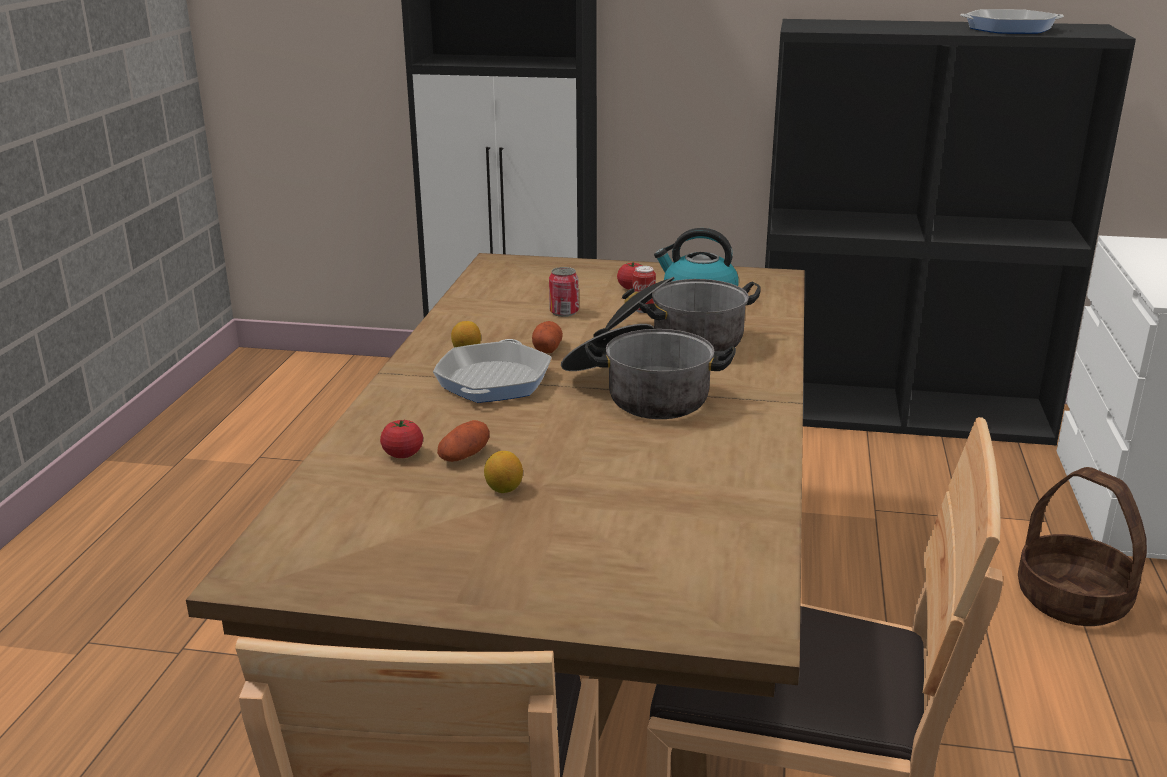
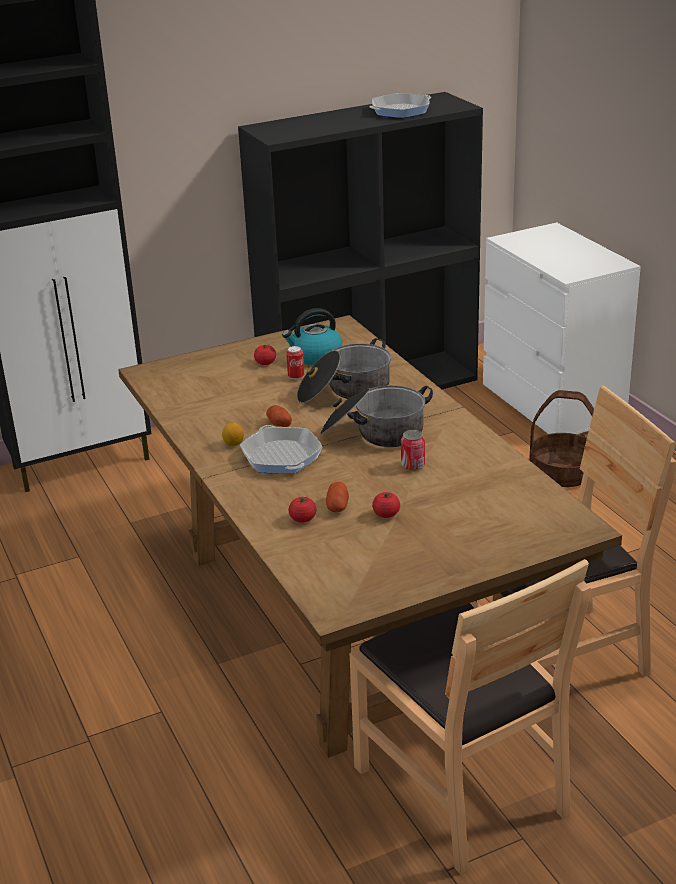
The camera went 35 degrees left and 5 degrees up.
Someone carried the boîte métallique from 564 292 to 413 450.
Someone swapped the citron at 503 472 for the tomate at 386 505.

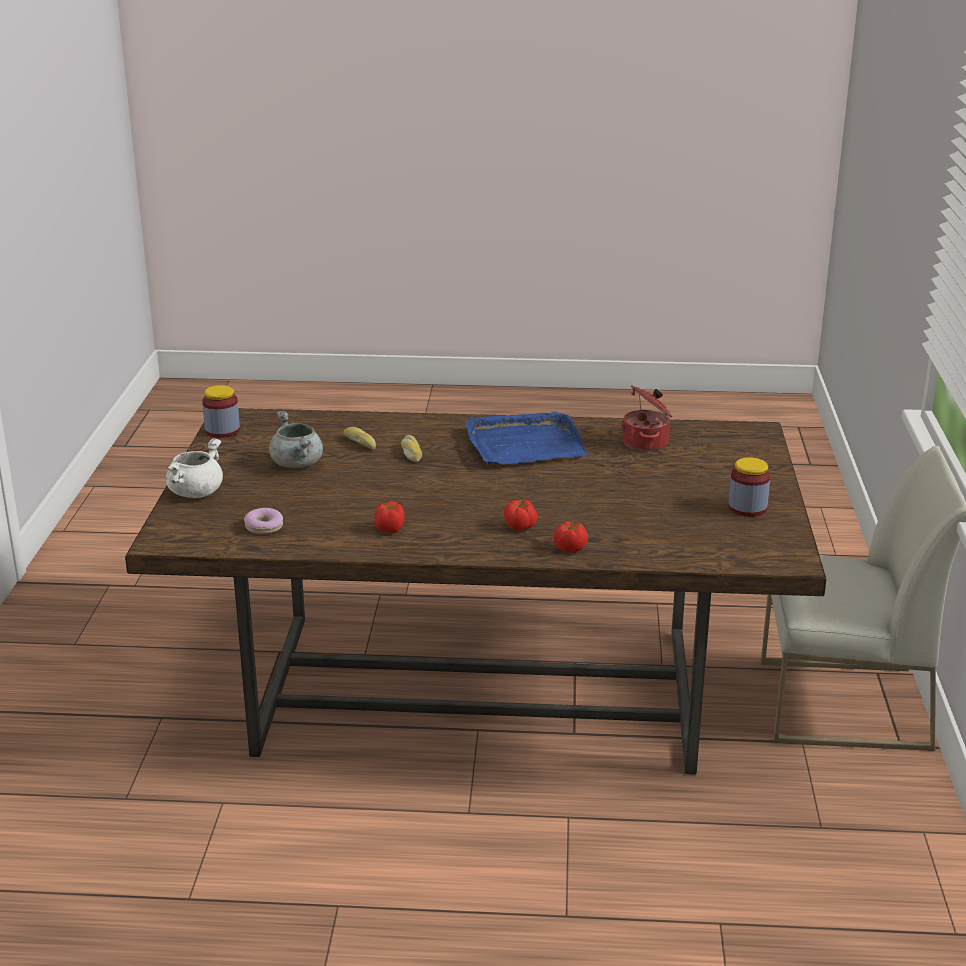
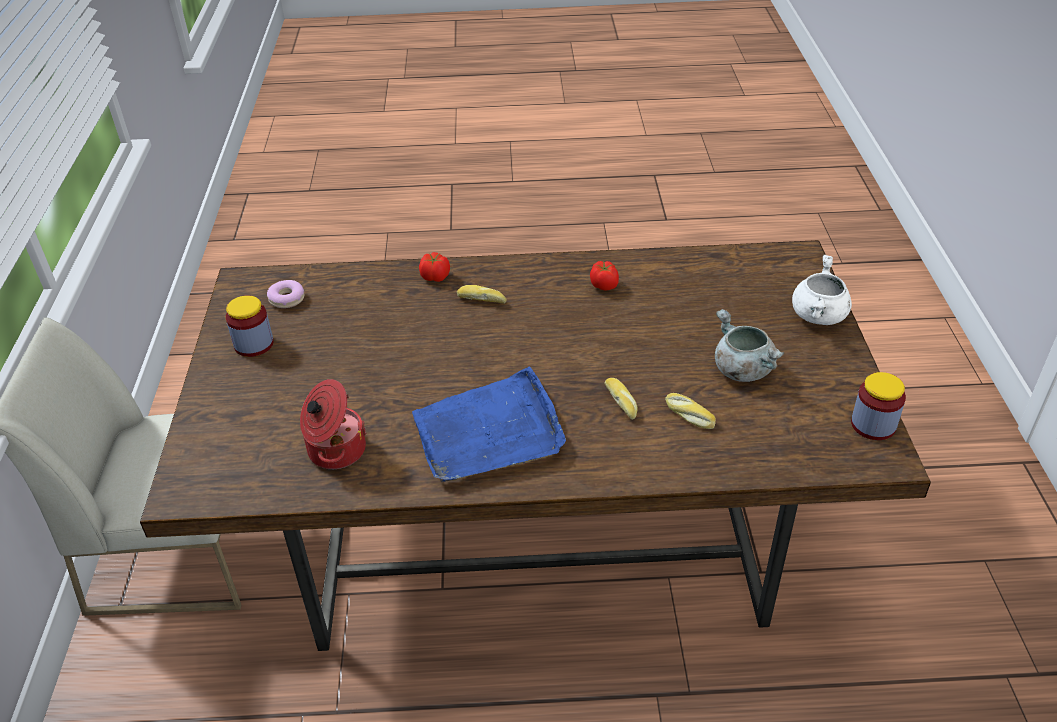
The camera went 175 degrees right and 15 degrees up.
Someone swapped the tomate at 520 515 for the pain at 482 294.
Someone carried the beignet from 263 521 to 285 294.

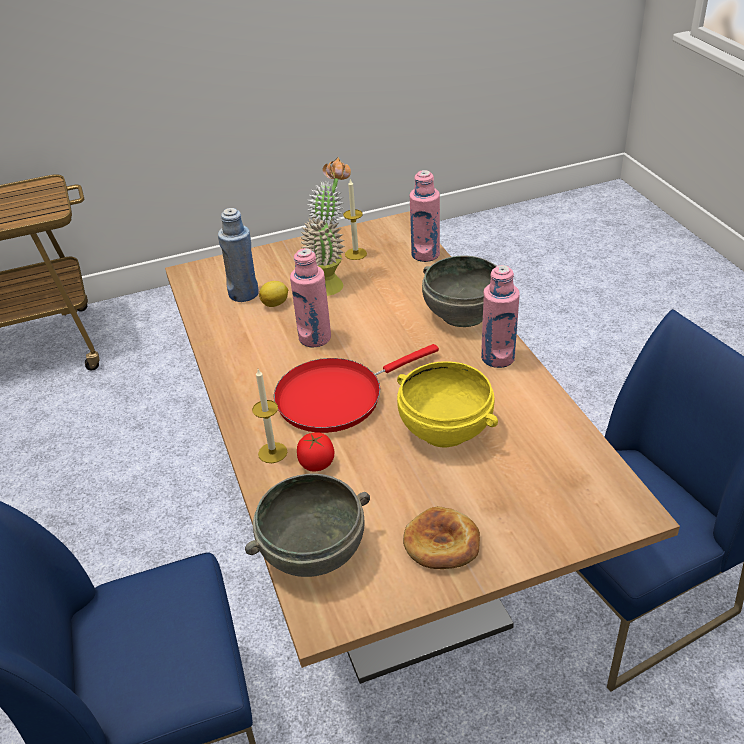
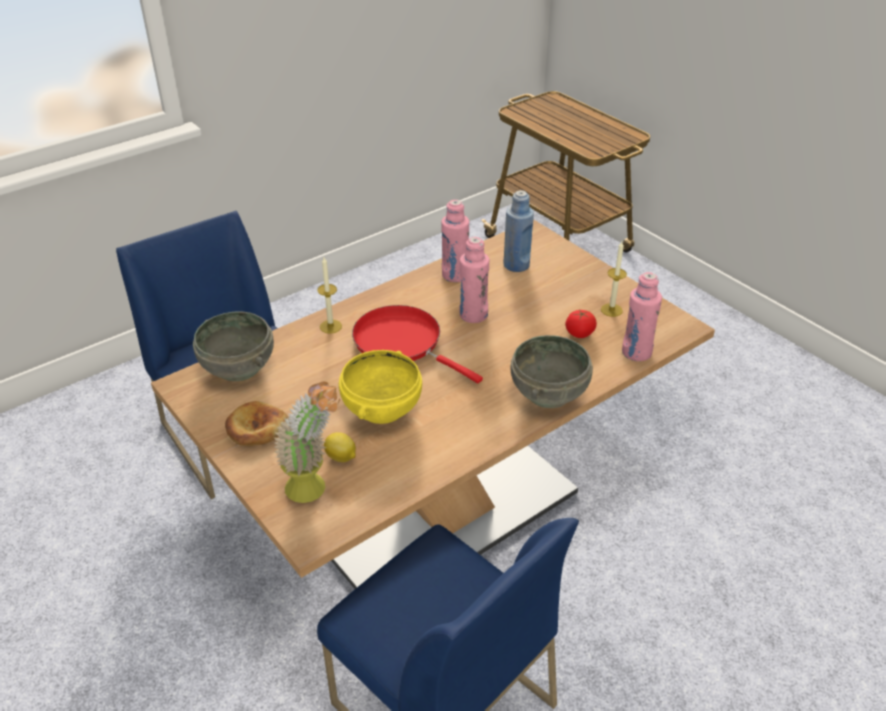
The camera went 70 degrees right and 0 degrees up.
Someone carried the plante en pot from 326 226 to 306 442.
Someone carried the bouteille/rose from 500 316 to 455 241.
Someone carried the citron from 273 294 to 340 447.
Someone carried the tomate from 316 451 to 581 324.

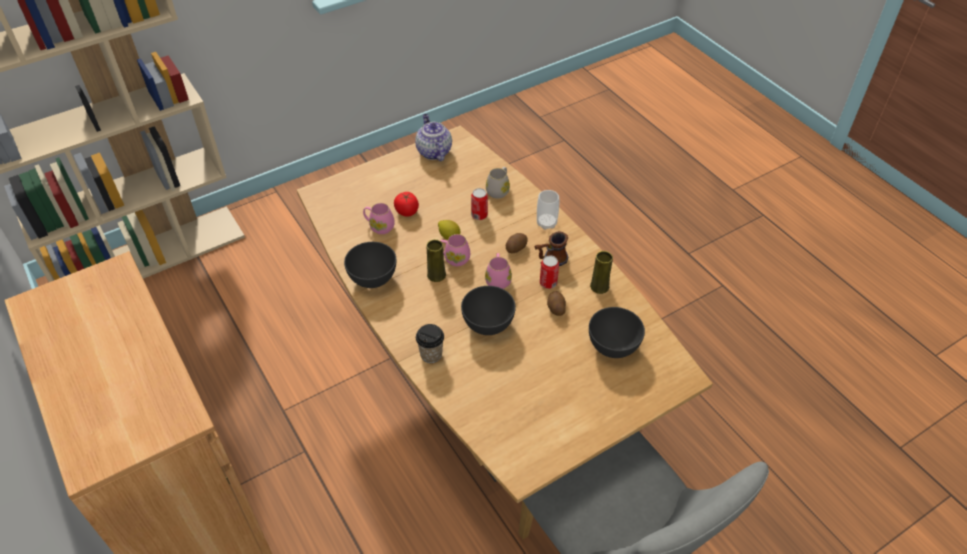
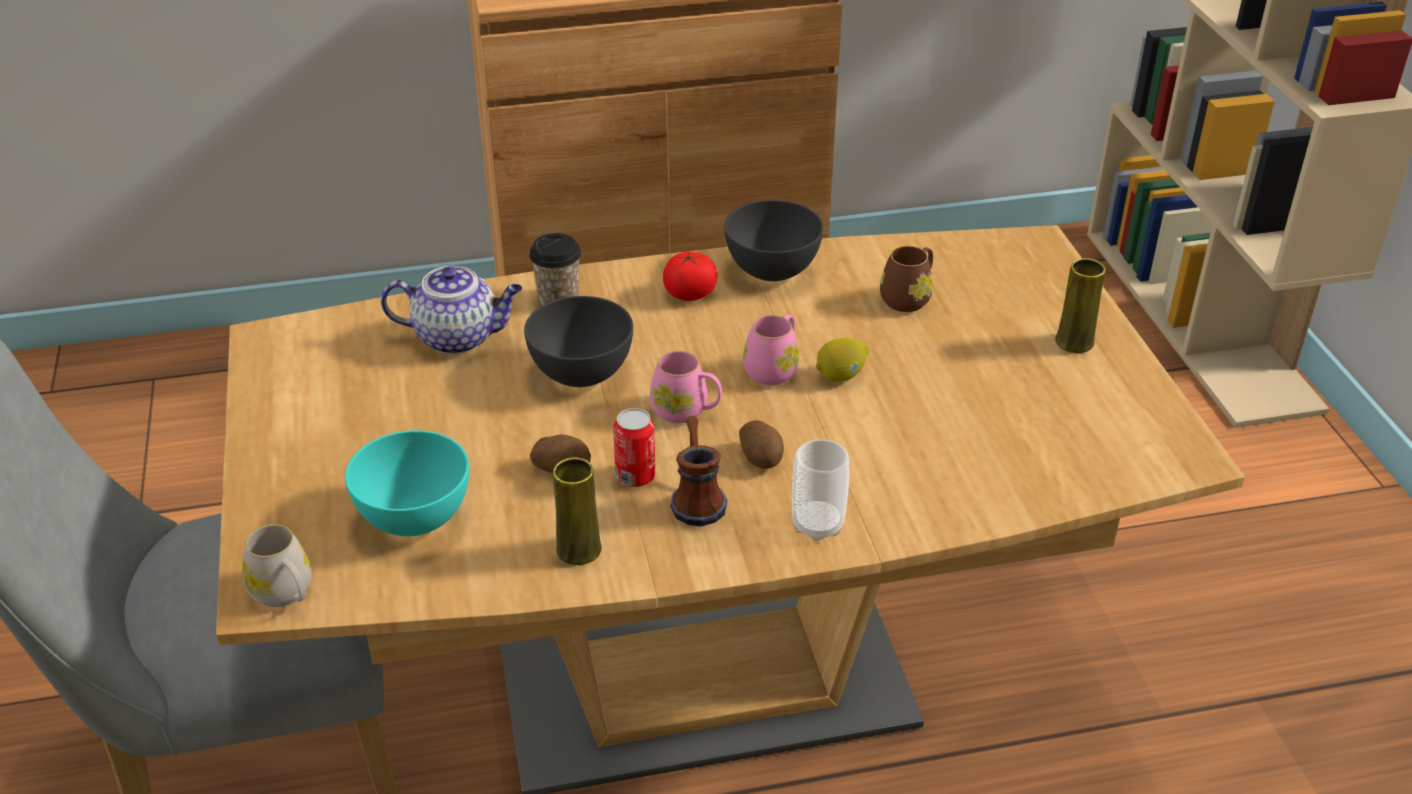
The camera went 110 degrees right and 10 degrees down.
Someone carried the théière from 433 137 to 451 310.
Someone carried the mug/blanc from 498 183 to 277 565.
Someone took away the boîte métallique at 479 204.
Someone carried the tomate from 406 204 to 690 276.
Someone repainted the mug/rose at 378 218, which became the mug/marron at 906 279.
Someone carried the vase/jaune from 436 260 to 1080 305.
Someone repainted the bol/gris at 617 332, which became the bol/turquoise at 407 483.

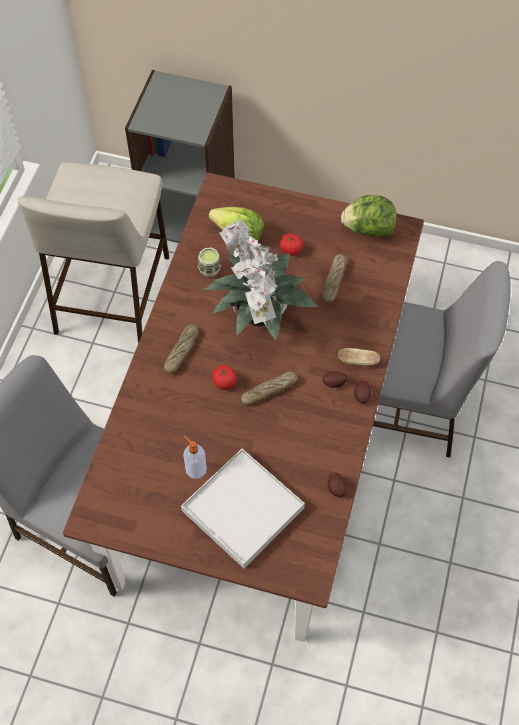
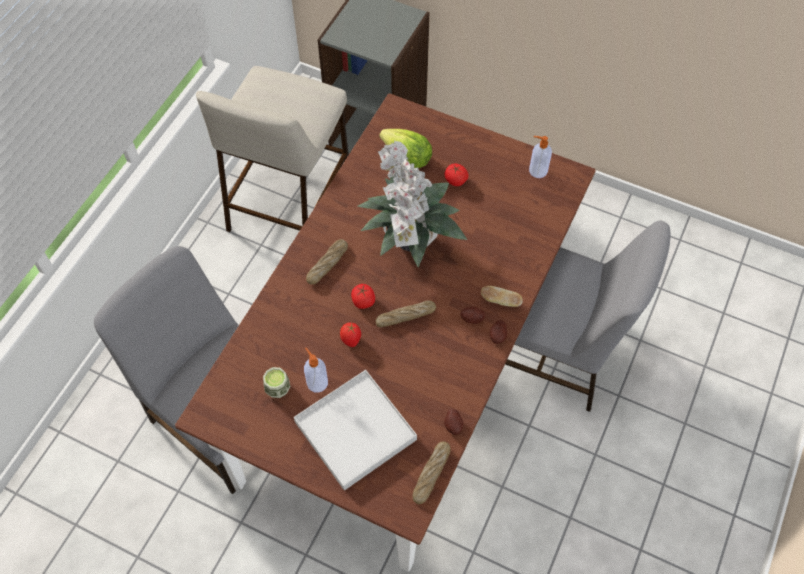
The camera went 10 degrees right and 0 degrees up.
Someone swapped the laitue at 368 216 for the distributeur de savon at 540 157.
Someone carried the tasse from 209 262 to 276 382.
Someone carried the pain from 335 278 to 432 472.
Someone put down the tomate at 350 335.

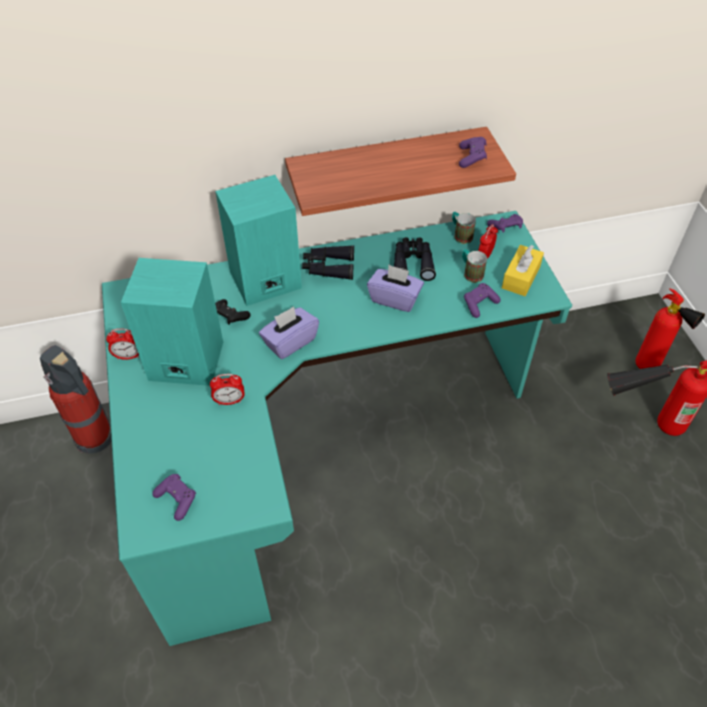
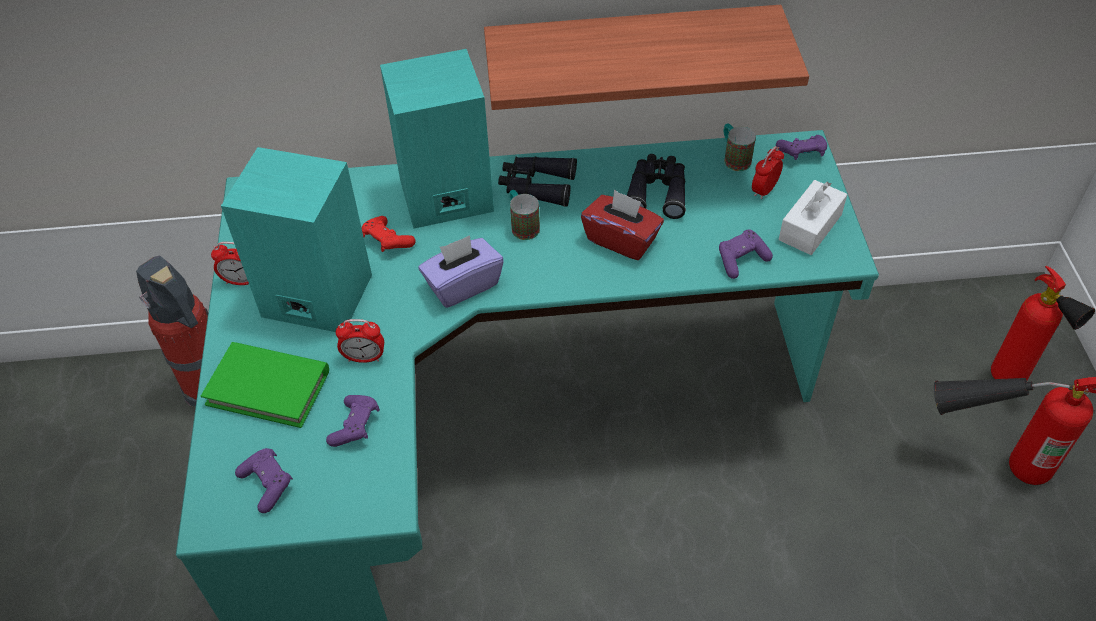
The camera went 10 degrees right and 0 degrees up.
Someone carried the manette/violet from 473 152 to 353 421.
Someone repainted the boîte à mouchoirs/jaune at 523 270, which became the boîte à mouchoirs/blanc at 813 217.
Someone carried the mug from 474 266 to 525 215.
Someone repainted the boîte à mouchoirs/violet at 395 288, which became the boîte à mouchoirs/rouge at 622 224.
Someone repainted the manette/noir at 232 312, which became the manette/rouge at 388 234.
Someone put down the livre/vert at 265 385.

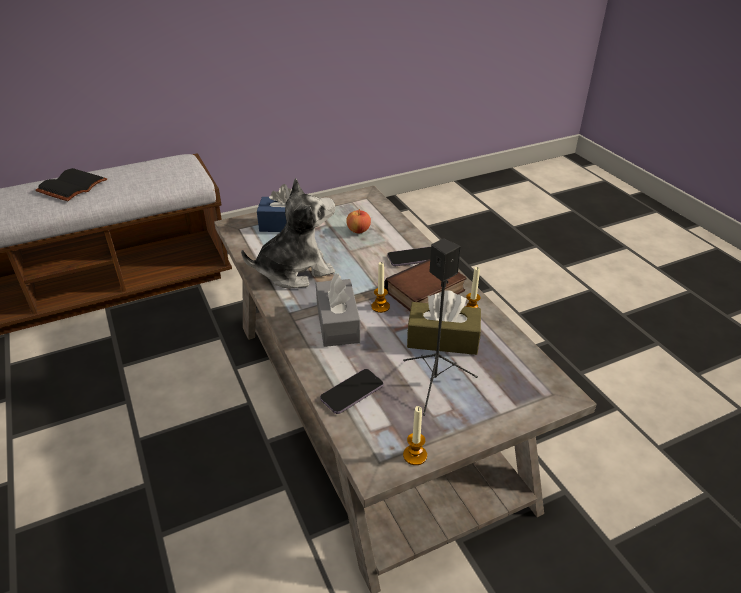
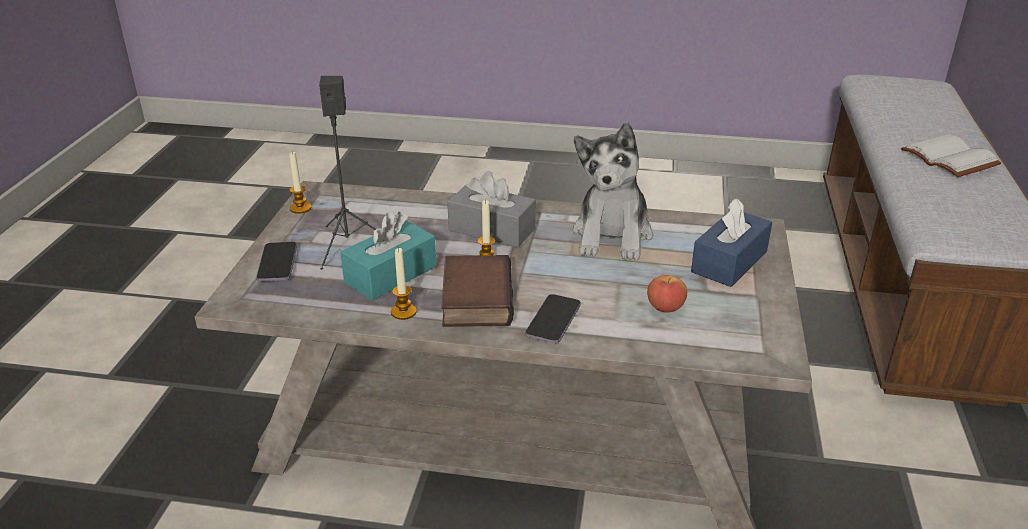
The camera went 125 degrees right and 5 degrees down.
Someone repainted the livre/noir at 71 184, which became the livre/blanc at 951 156.
Someone repainted the boîte à mouchoirs/marron at 444 323, which became the boîte à mouchoirs/turquoise at 388 256.
Someone carried the téléphone from 352 391 to 276 262.

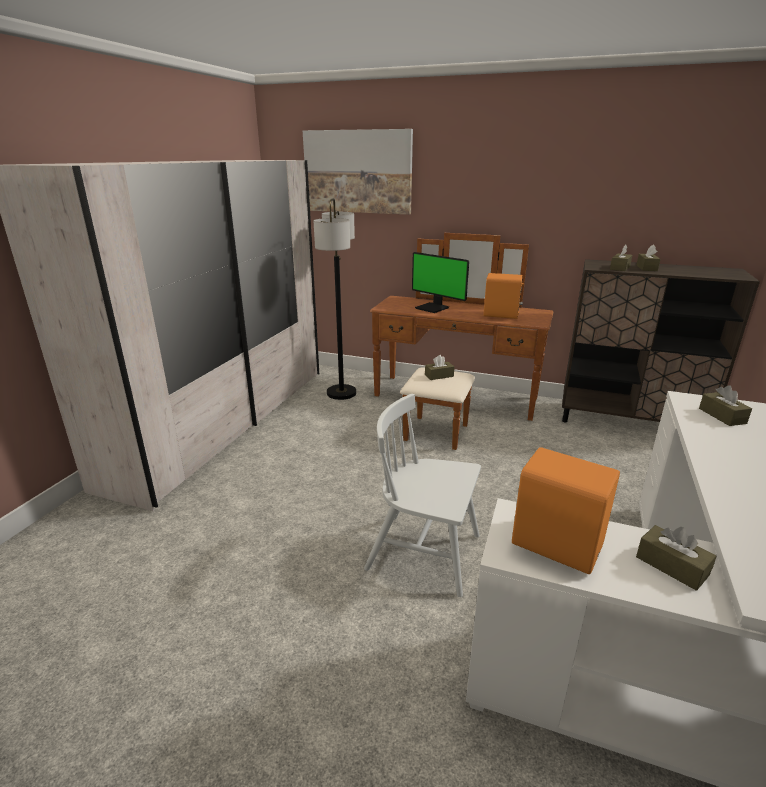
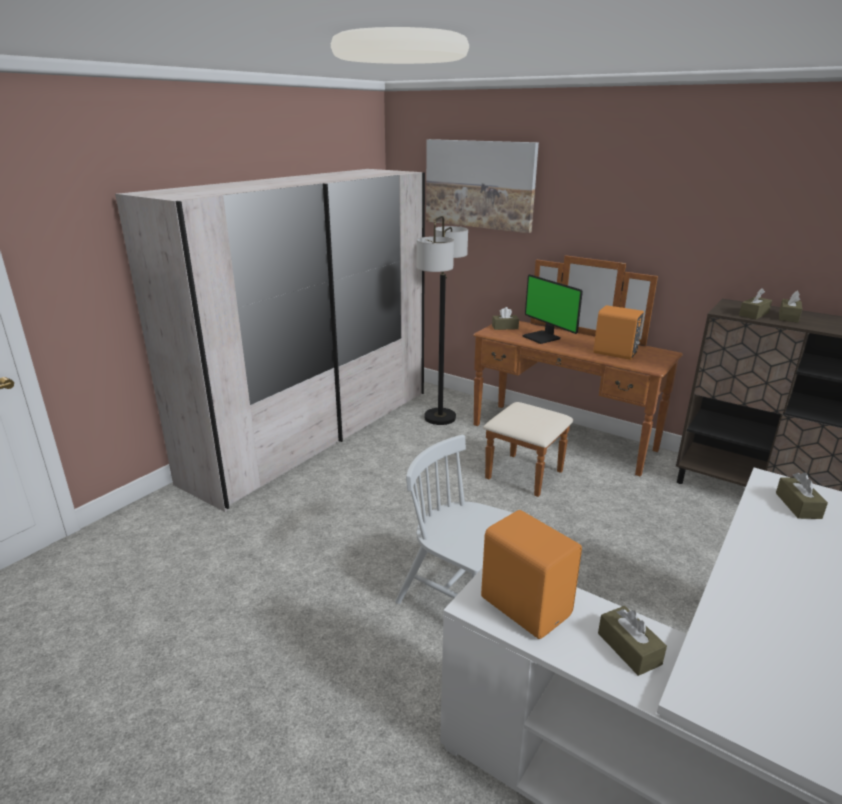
The camera went 15 degrees right and 0 degrees up.
Someone carried the boîte à mouchoirs/marron from 439 367 to 505 318.

